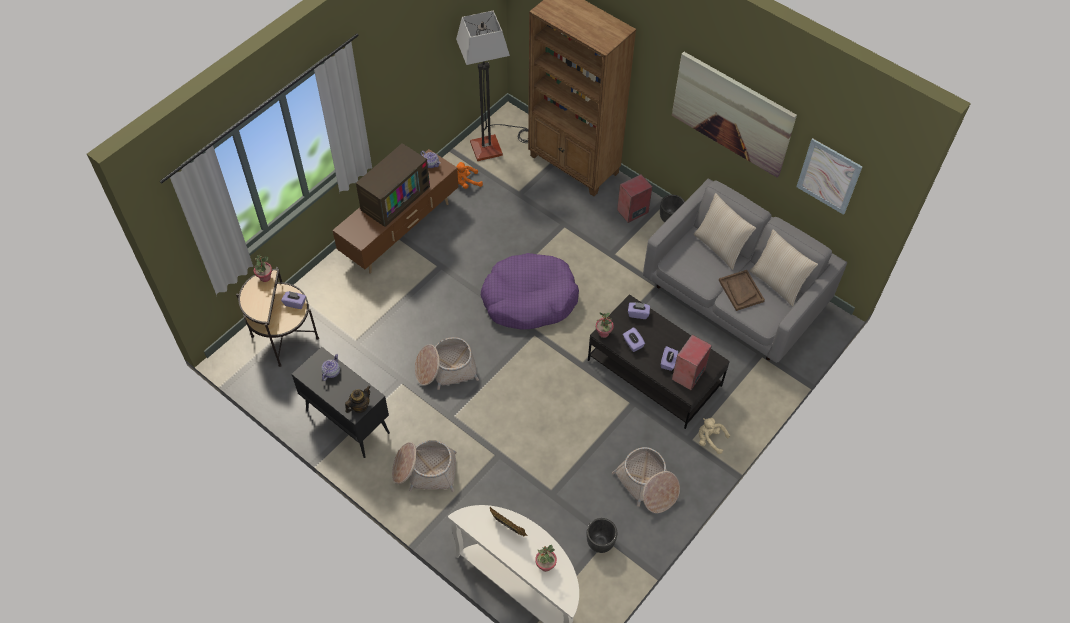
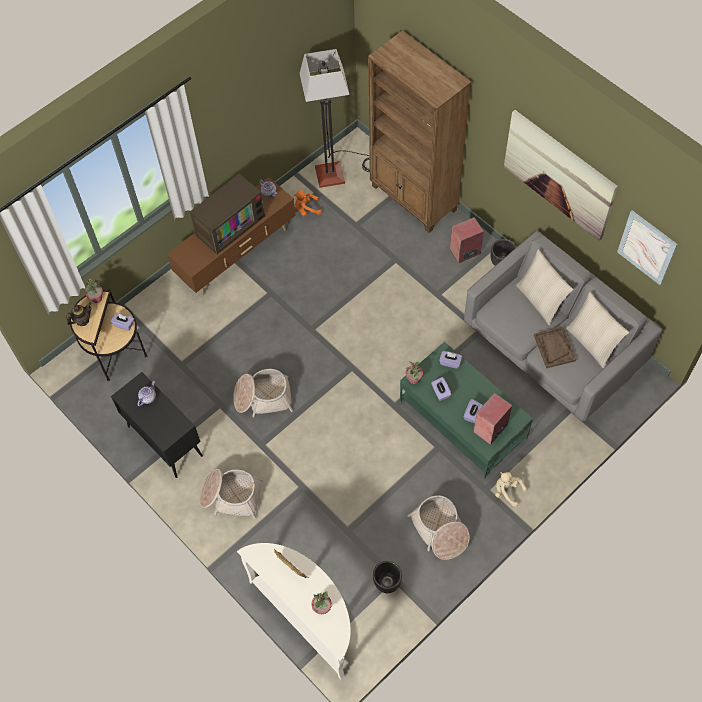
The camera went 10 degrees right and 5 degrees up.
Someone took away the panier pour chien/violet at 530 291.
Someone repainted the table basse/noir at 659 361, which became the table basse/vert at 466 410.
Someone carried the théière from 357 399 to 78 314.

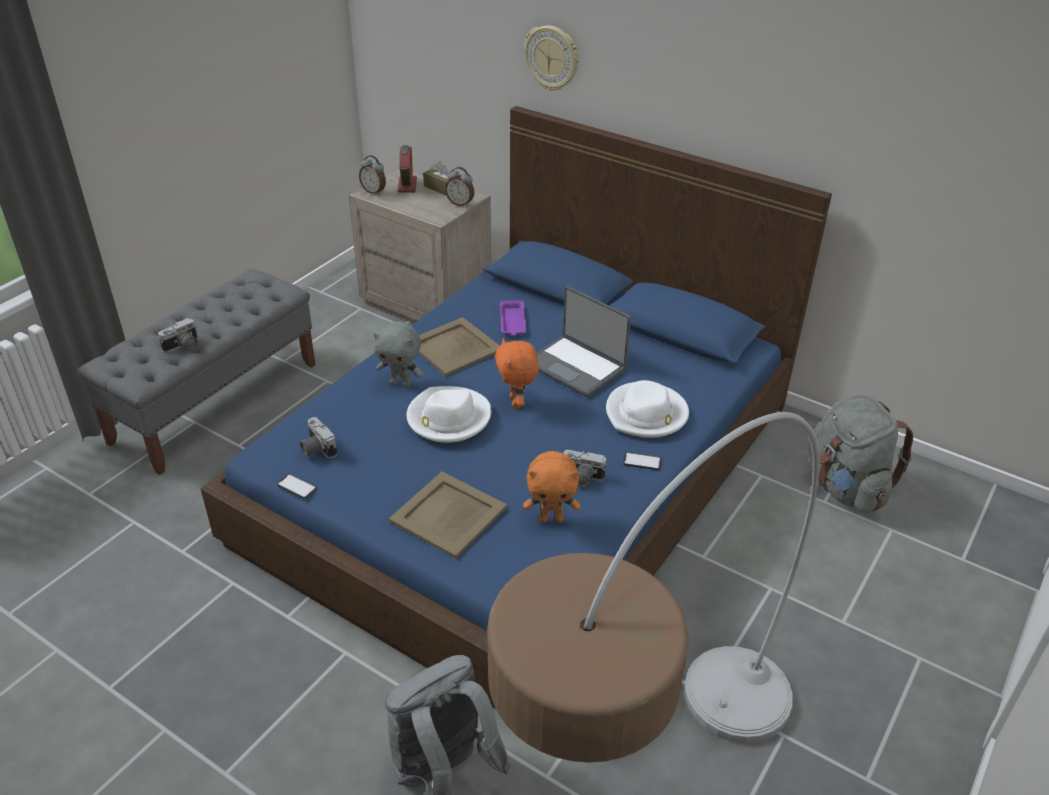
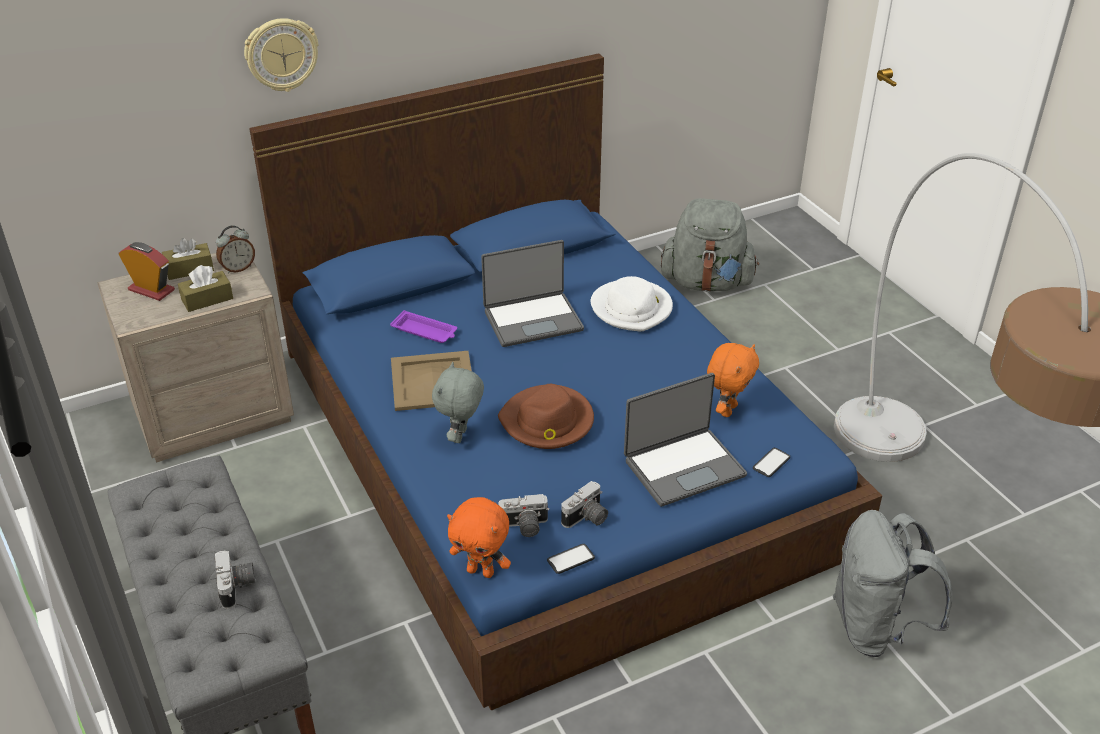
The camera went 60 degrees left and 0 degrees up.
Someone took away the réveil at 372 175.
Someone rotated the peluche/gris at 398 354 by 150 degrees clockwise.
Someone carried the peluche/orange from 517 373 to 479 537.
Someone repainted the chapeau/blanc at 449 414, which became the chapeau/marron at 546 416.
Someone carried the appareil photo from 585 469 to 584 504.
Someone carried the téléphone from 642 461 to 771 462.
Someone swapped the plateau/beige at 448 515 for the ordinateur portable at 685 440.
Someone put down the boîte à mouchoirs/marron at 205 288.

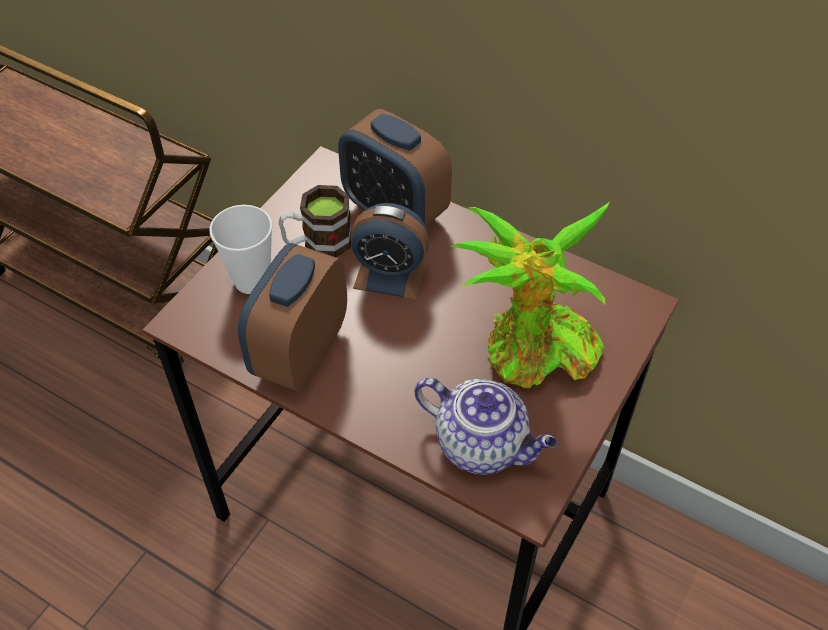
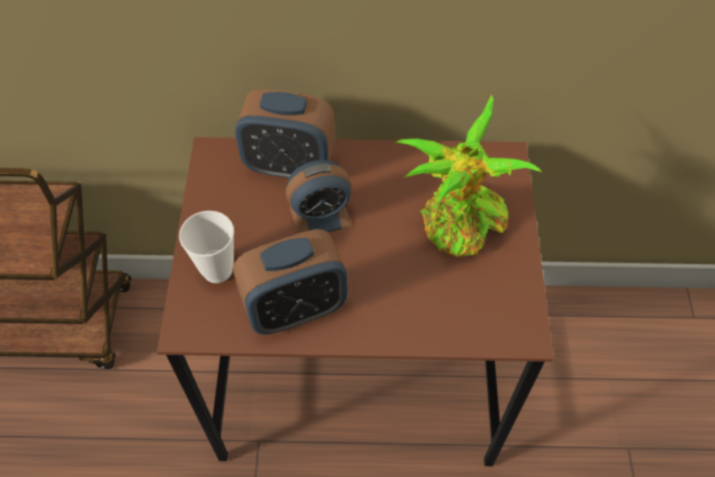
The camera went 30 degrees left and 5 degrees up.
Someone took away the mug at 315 221.
Someone rotated the réveil at 292 317 by 105 degrees counterclockwise.
Someone took away the théière at 485 426.

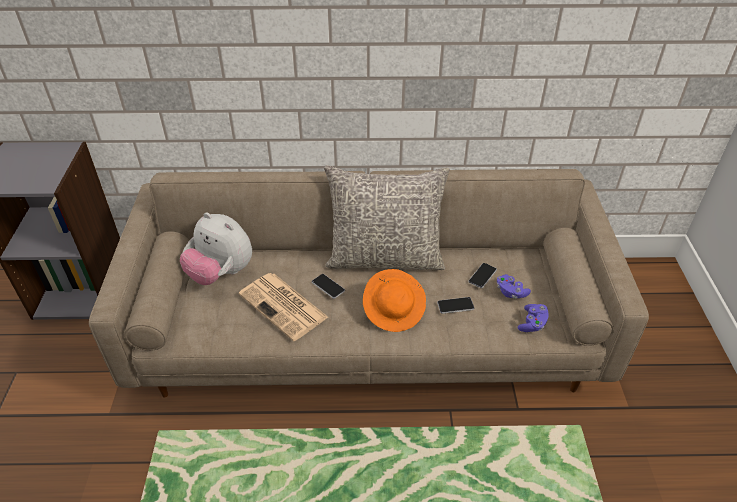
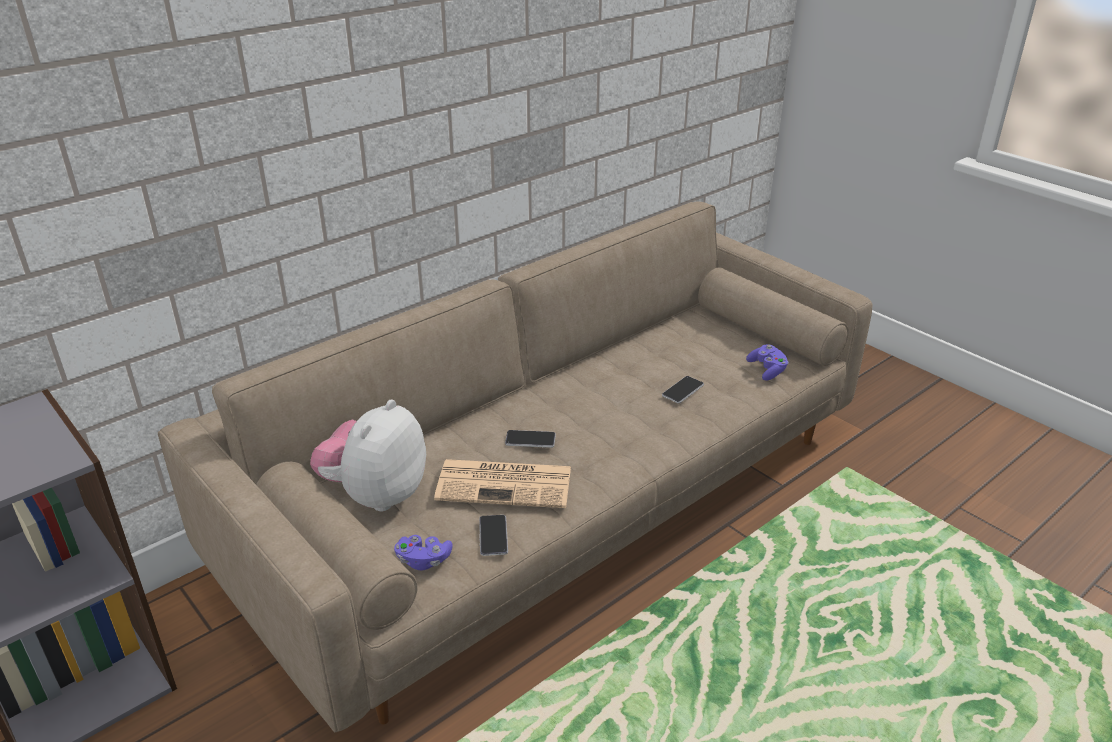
The camera went 40 degrees left and 10 degrees down.
Someone took away the coussin/gris at 387 217.
Someone rotated the peluche at 216 248 by 120 degrees clockwise.
Someone carried the téléphone from 482 275 to 493 535.
Someone took away the chapeau/orange at 394 300.
Someone carried the manette/violet from 514 286 to 423 552.

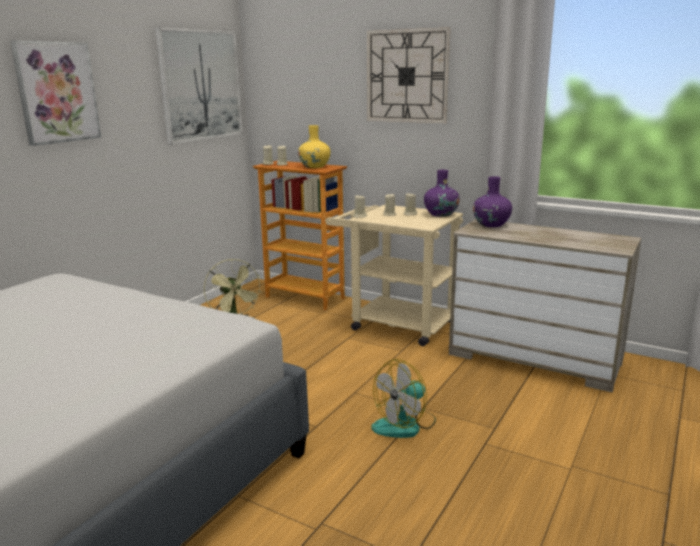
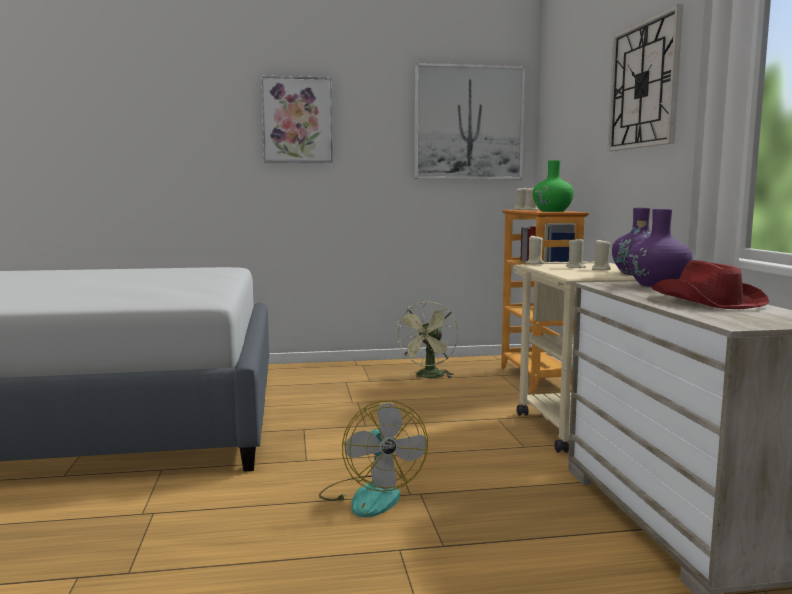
The camera went 50 degrees right and 10 degrees down.
Someone repainted the vase/jaune at 314 146, which became the vase/vert at 553 186.
Someone rotated the ventilateur at 404 398 by 120 degrees counterclockwise.
Someone put down the chapeau/rouge at 710 284.

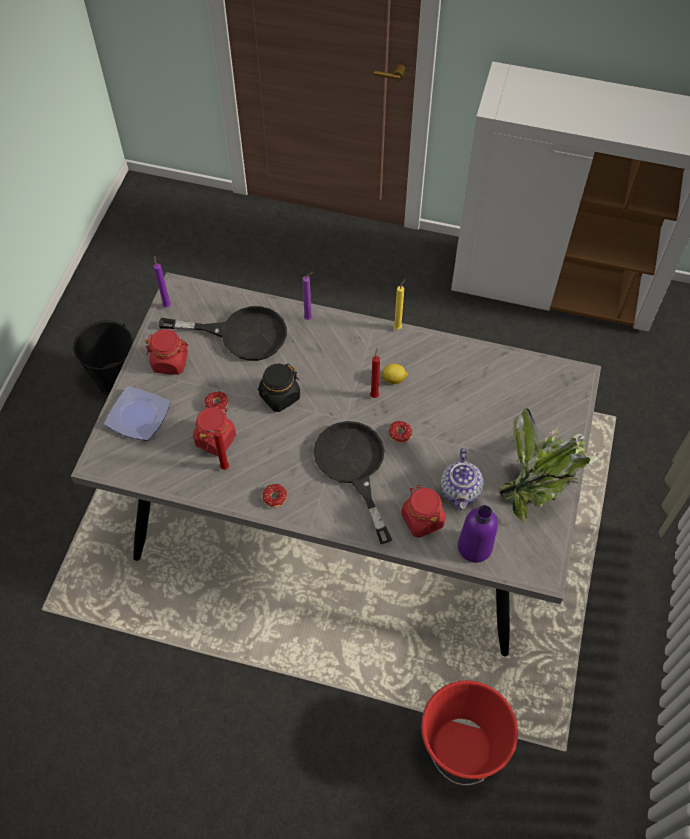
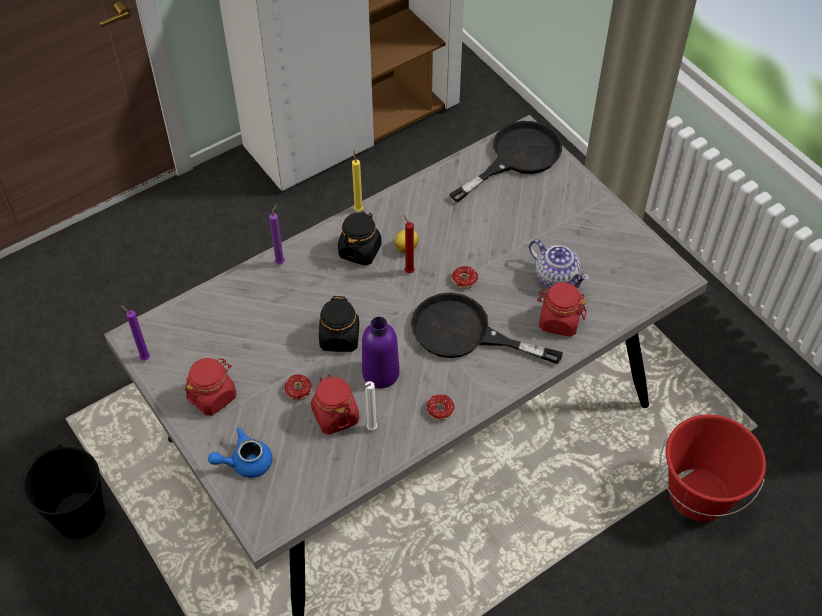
The camera went 50 degrees left and 5 degrees down.
Someone carried the poêle/noir from 223 333 to 505 161.
Someone swapped the assiette at 137 413 for the théière/bleu at 240 453.
Someone took away the plante en pot at 549 465.
Someone repainted the bougie/rouge at 218 450, which became the bougie/blanc at 371 405.
Someone carried the bouteille/violet from 478 534 to 381 352.
Someone put down the bocal/noir at 360 238.

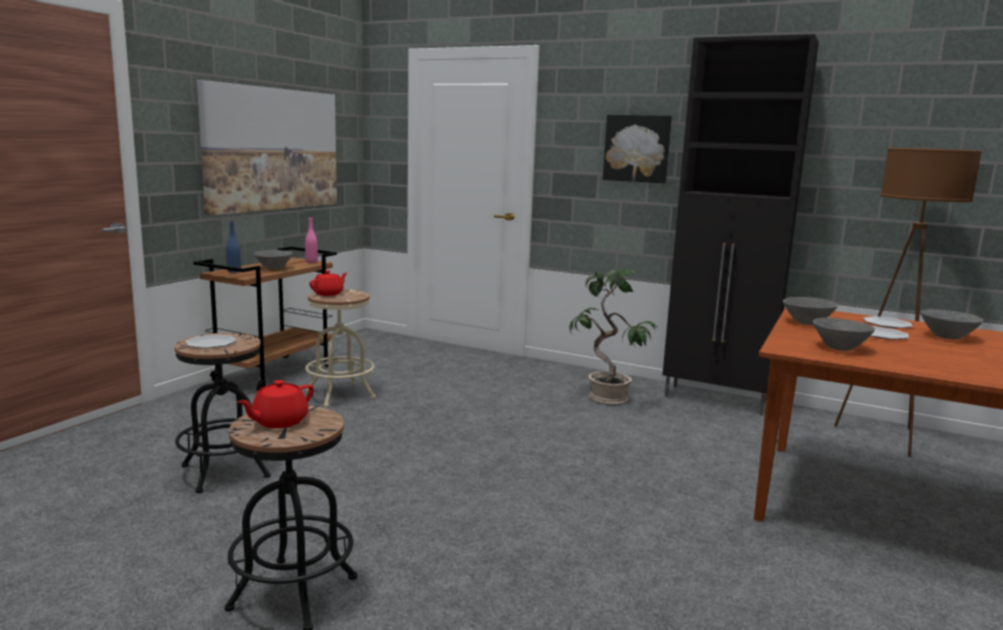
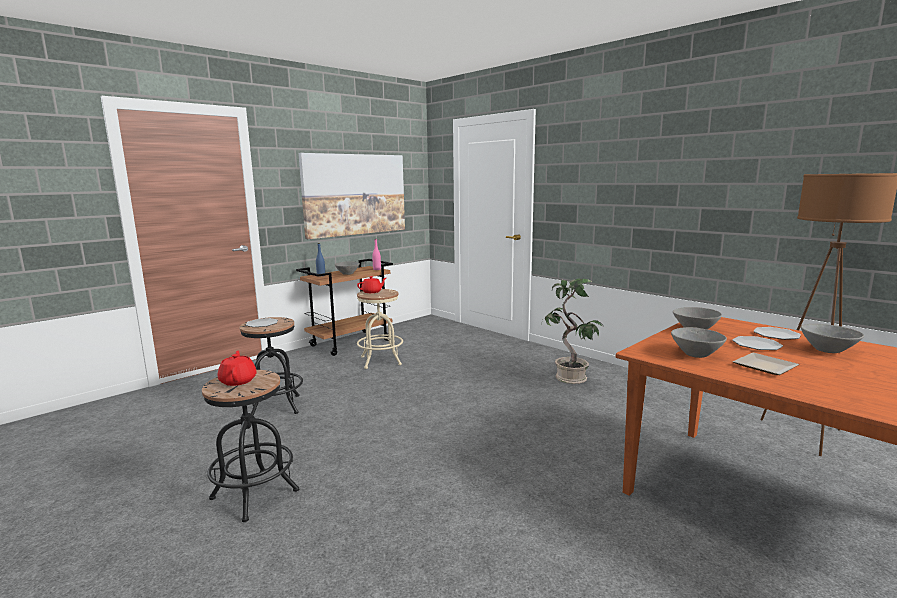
The camera went 20 degrees right and 0 degrees up.
Someone took away the meuble de rangement/noir at 741 224.
Someone took away the tableau at 637 149.
Someone rotated the théière/rouge at 276 404 by 105 degrees clockwise.
Someone put down the assiette at 765 364.

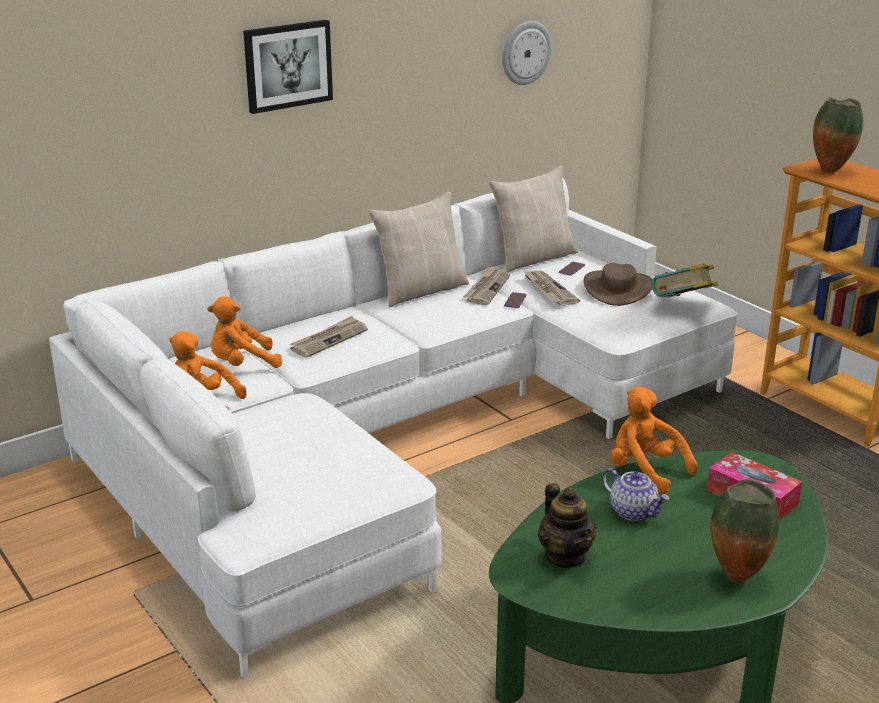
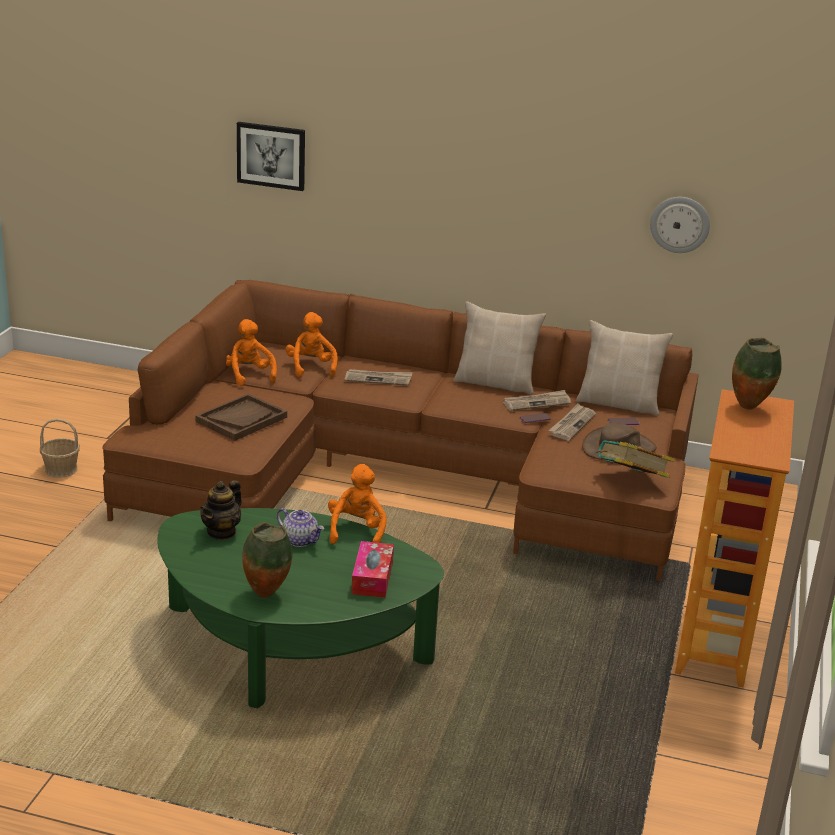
The camera went 50 degrees right and 0 degrees up.
Someone carried the tableau from 288 67 to 271 156.
Someone repainted the canapé/blanc at 393 429, which became the canapé/marron at 400 430.
Someone rotated the peluche/orange at 244 332 by 45 degrees clockwise.
Someone rotated the théière at 636 494 by 60 degrees counterclockwise.
Someone put down the plateau/marron at 241 417.
Someone put down the panier at 60 448.

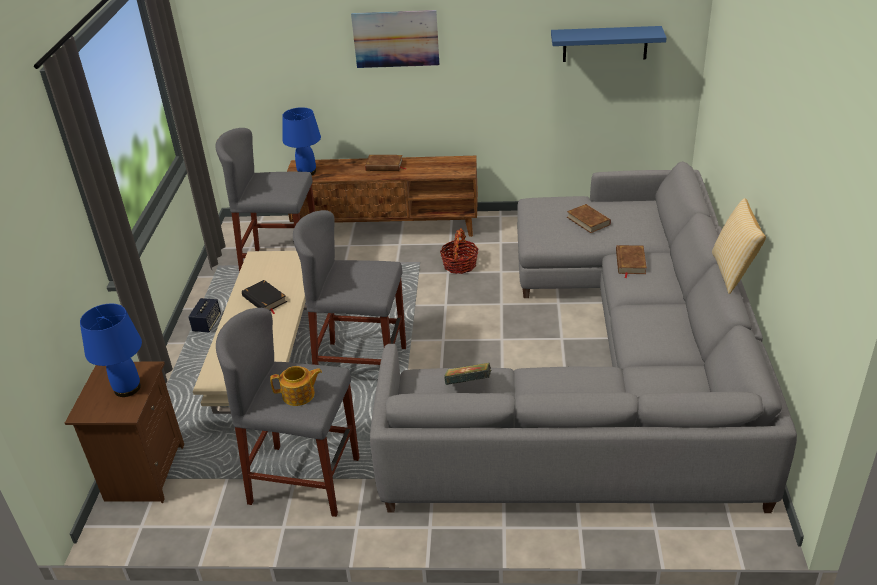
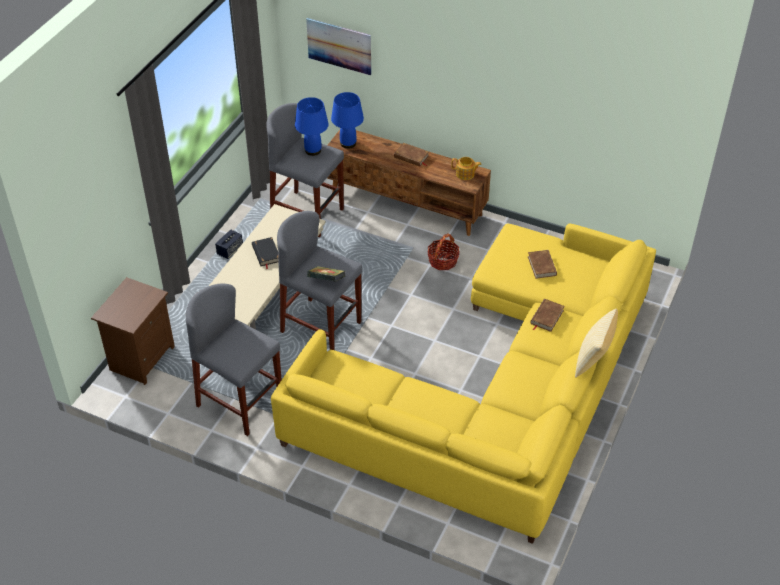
The camera went 20 degrees right and 10 degrees up.
Someone carried the tableau from 395 39 to 338 46.
Someone took away the étagère/bleu at 609 44.
Someone repainted the canapé/gris at 583 337, which became the canapé/jaune at 463 383.
Someone carried the lampe de table/bleu from 111 350 to 312 126.
Someone carried the livre from 467 374 to 326 274.
Someone carried the théière from 296 386 to 466 168.

